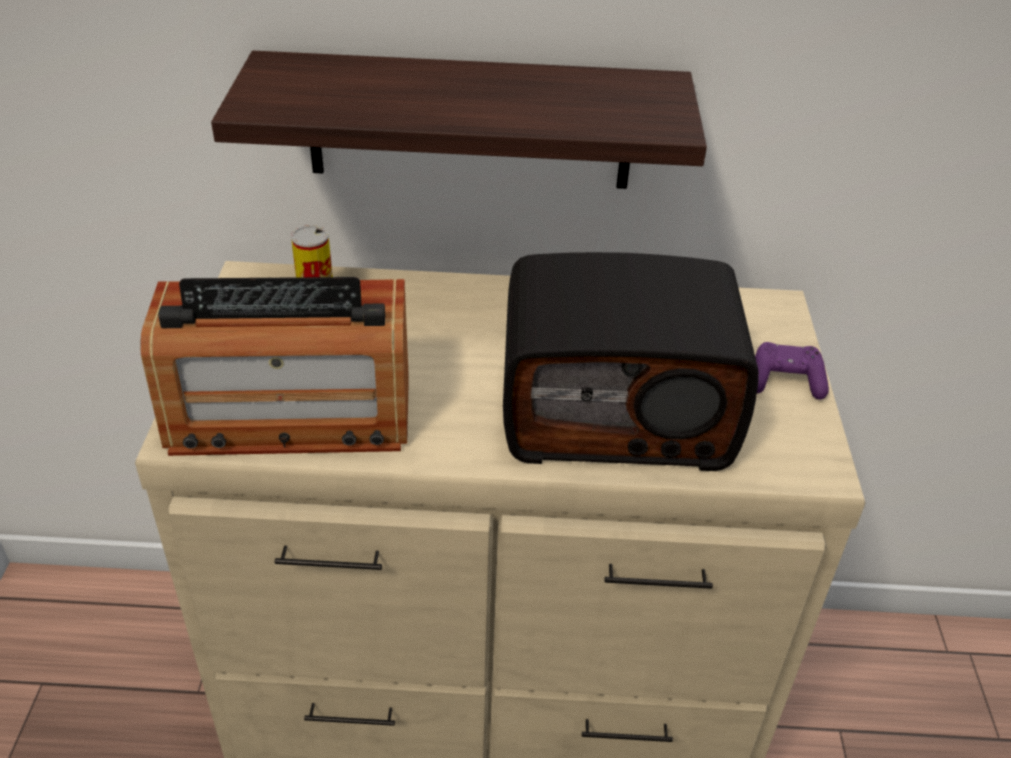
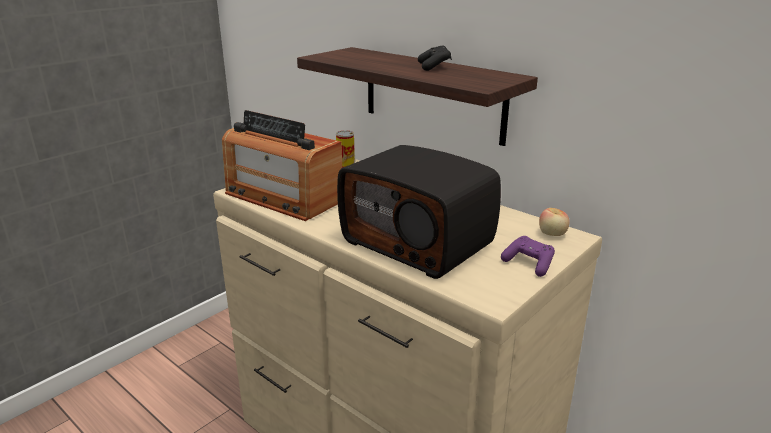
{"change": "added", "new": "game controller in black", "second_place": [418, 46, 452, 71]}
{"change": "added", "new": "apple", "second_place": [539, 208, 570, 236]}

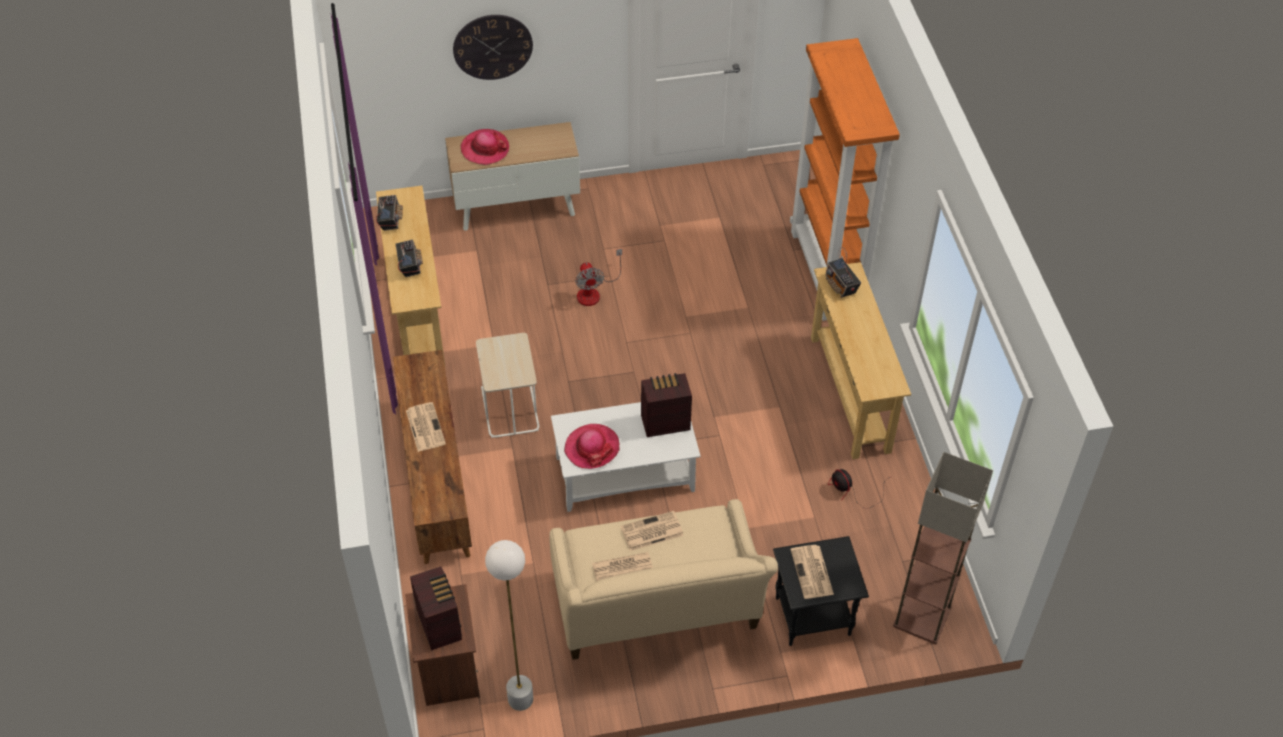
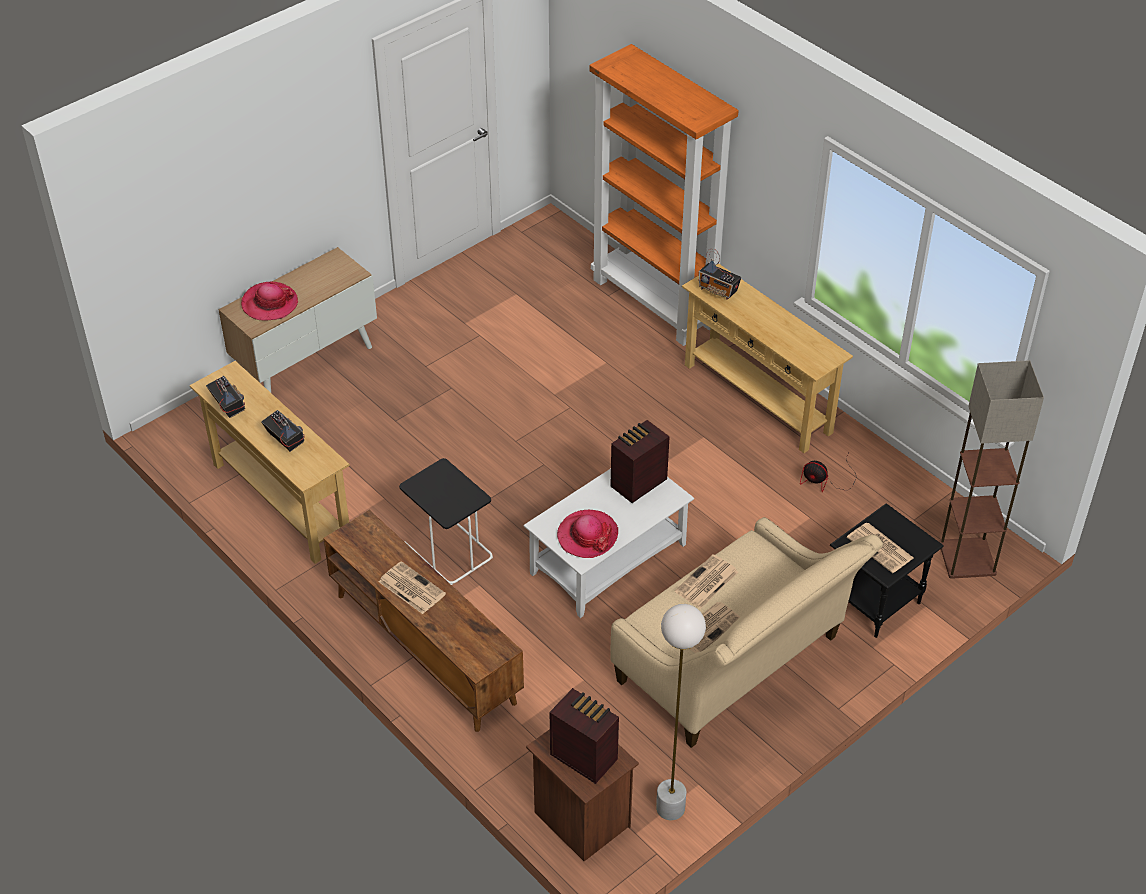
{"change": "removed", "old": "wall clock", "first_place": [453, 15, 533, 80]}
{"change": "recoloured", "old": "side table in beige", "new": "side table in black", "first_place": [476, 333, 539, 438], "second_place": [399, 458, 493, 585]}
{"change": "removed", "old": "fan", "first_place": [575, 249, 622, 306]}

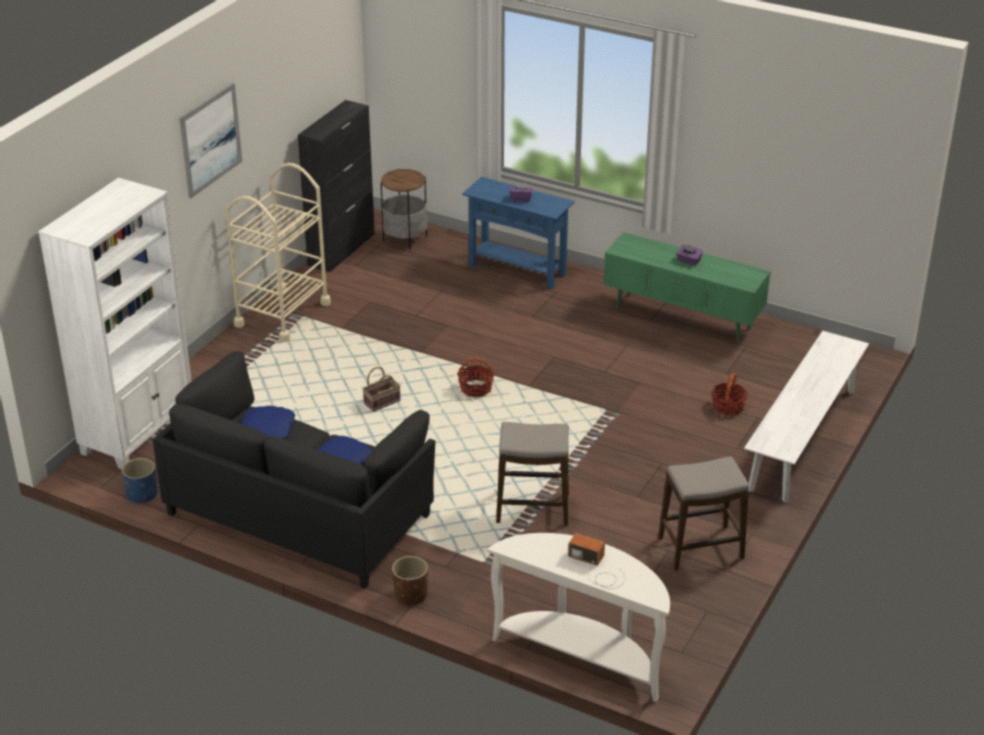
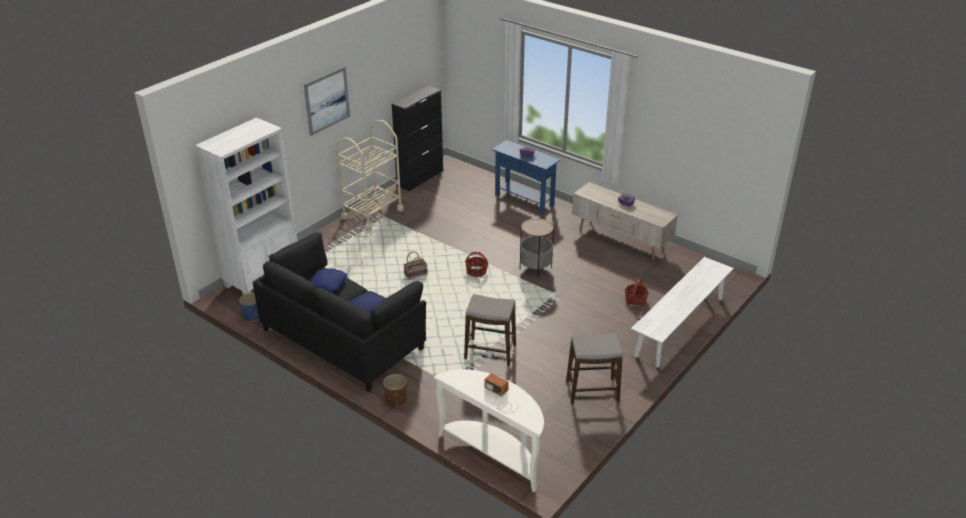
{"change": "moved", "old": "side table", "first_place": [381, 169, 427, 251], "second_place": [520, 218, 554, 278]}
{"change": "recoloured", "old": "tv stand in green", "new": "tv stand in beige", "first_place": [604, 232, 771, 344], "second_place": [572, 182, 678, 260]}

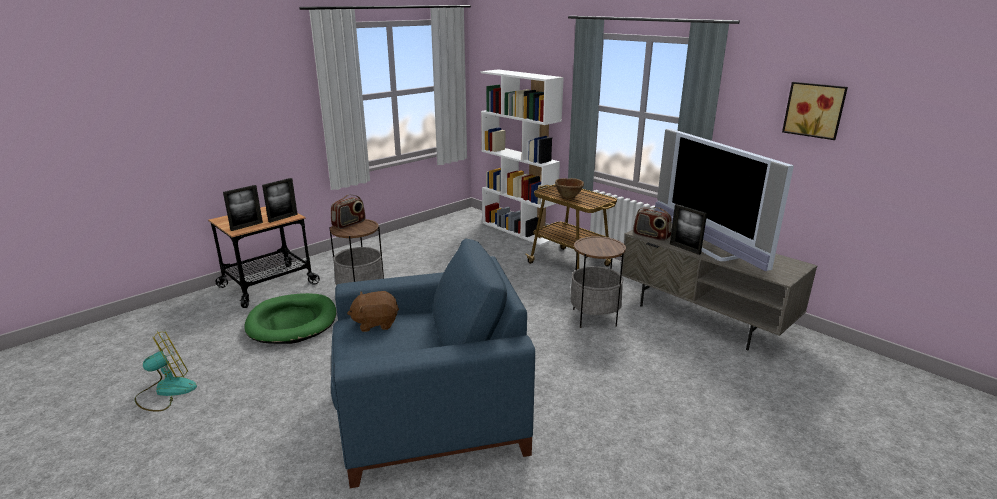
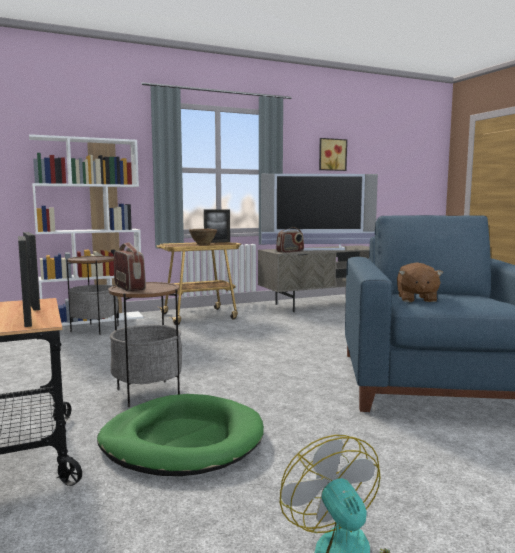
{"change": "moved", "old": "side table", "first_place": [570, 236, 626, 328], "second_place": [66, 256, 119, 335]}
{"change": "moved", "old": "picture frame", "first_place": [670, 204, 707, 255], "second_place": [204, 209, 230, 243]}

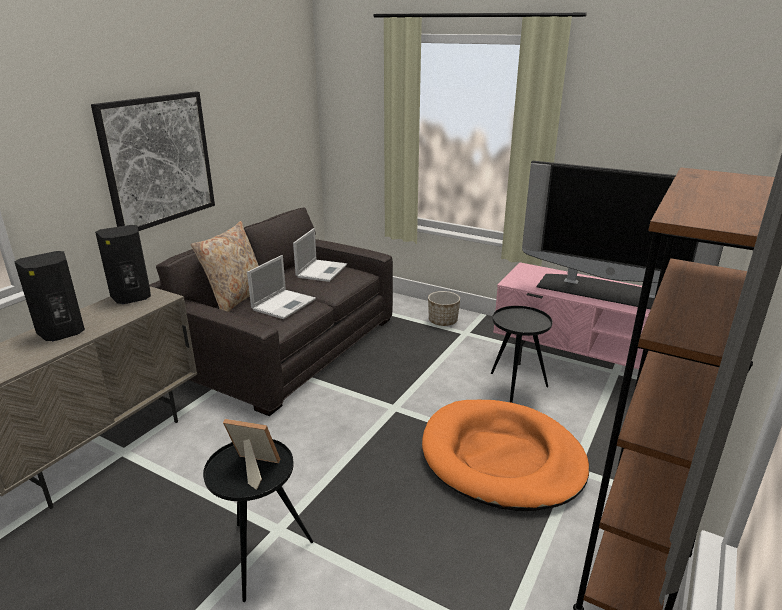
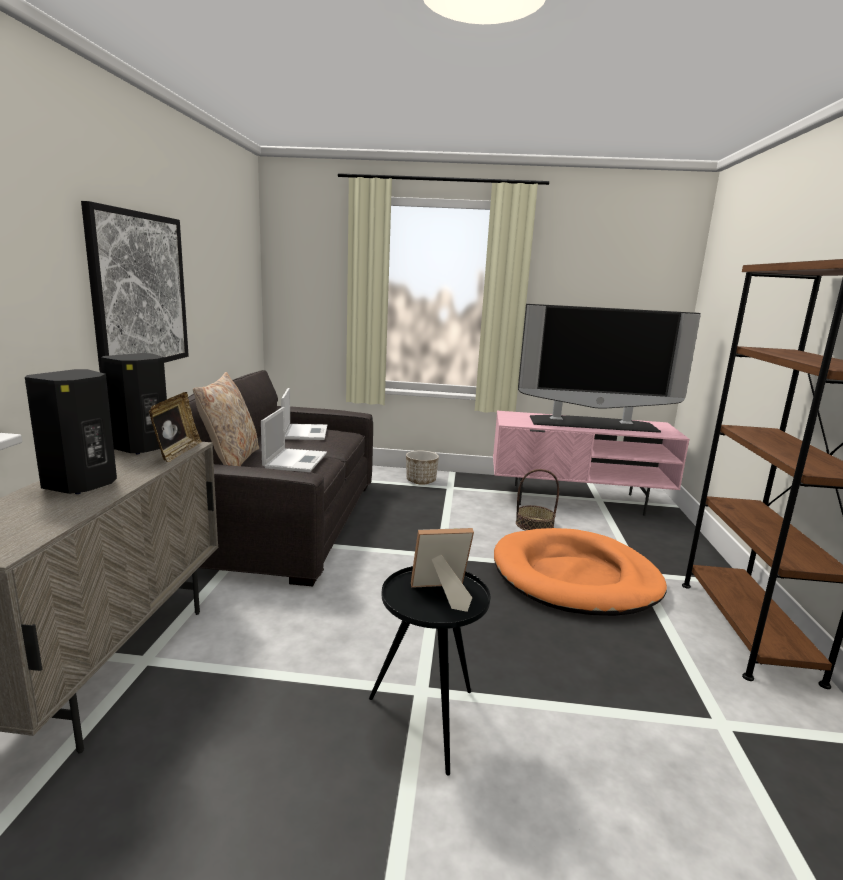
{"change": "replaced", "old": "side table in black", "new": "basket", "first_place": [491, 306, 552, 403], "second_place": [516, 469, 559, 531]}
{"change": "added", "new": "picture frame", "second_place": [149, 392, 202, 462]}

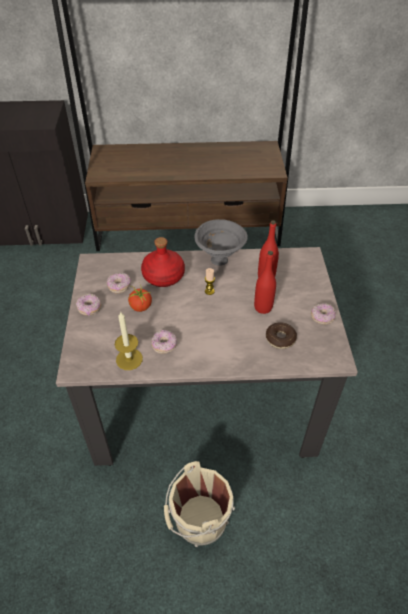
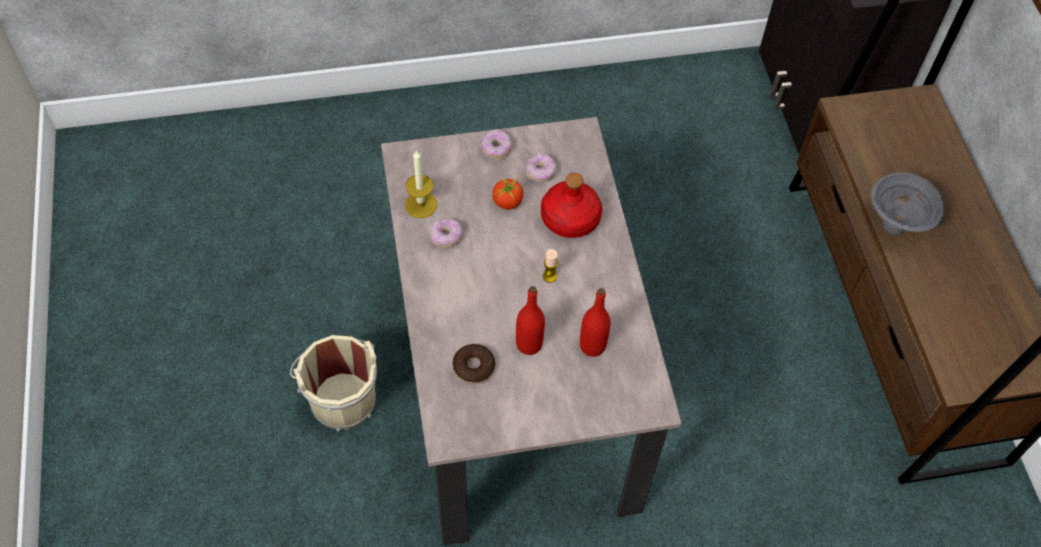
{"change": "moved", "old": "bowl in grey", "first_place": [195, 219, 248, 266], "second_place": [871, 172, 945, 235]}
{"change": "removed", "old": "donut", "first_place": [311, 303, 336, 325]}

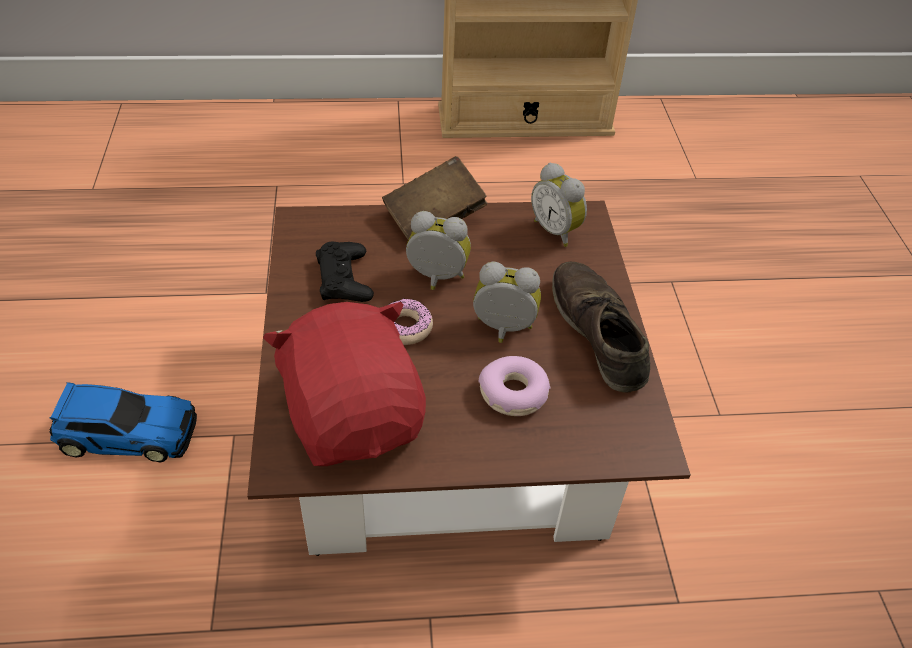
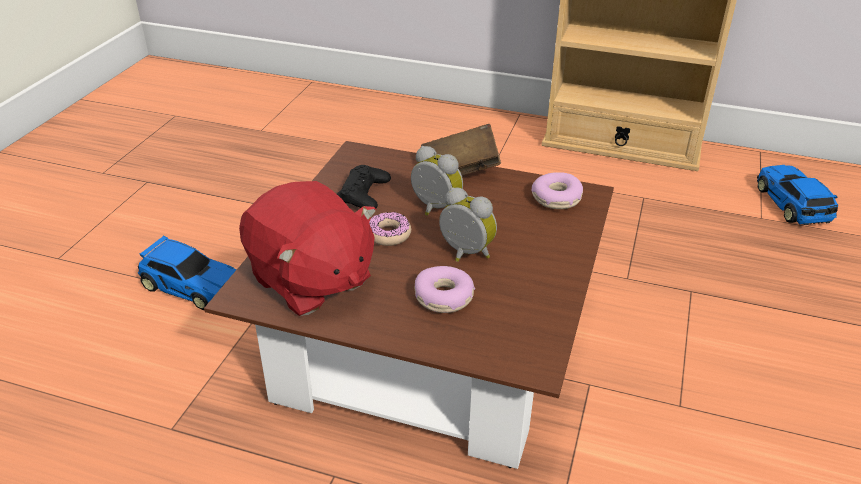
{"change": "turned", "old": "plush toy in red", "first_place": [263, 302, 426, 466], "second_place": [239, 181, 376, 316], "degrees": 135}
{"change": "replaced", "old": "alarm clock", "new": "donut", "first_place": [531, 163, 587, 247], "second_place": [531, 172, 583, 209]}
{"change": "removed", "old": "shoe in brown", "first_place": [552, 262, 650, 393]}
{"change": "added", "new": "toy car", "second_place": [757, 165, 838, 225]}

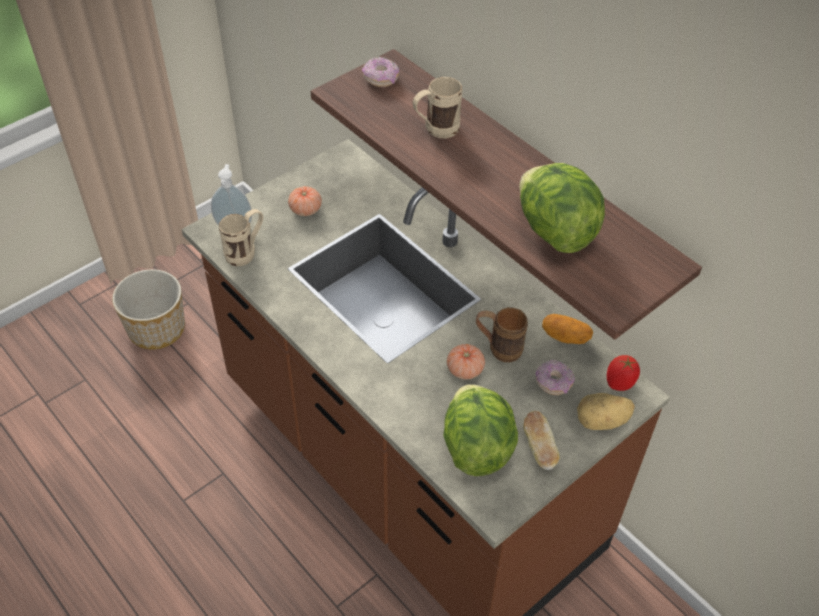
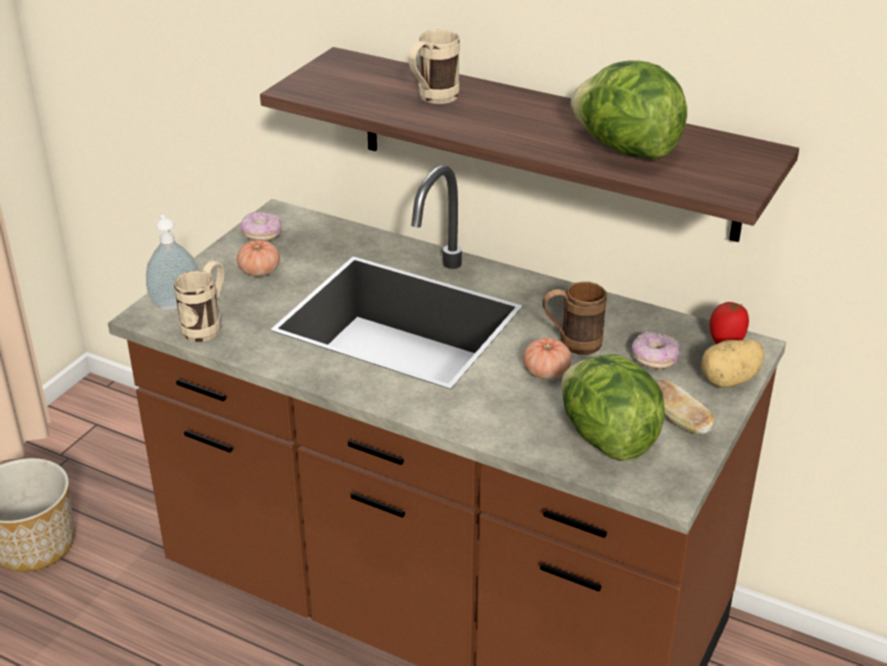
{"change": "moved", "old": "donut", "first_place": [362, 56, 399, 87], "second_place": [240, 212, 281, 241]}
{"change": "removed", "old": "potato", "first_place": [542, 314, 593, 344]}

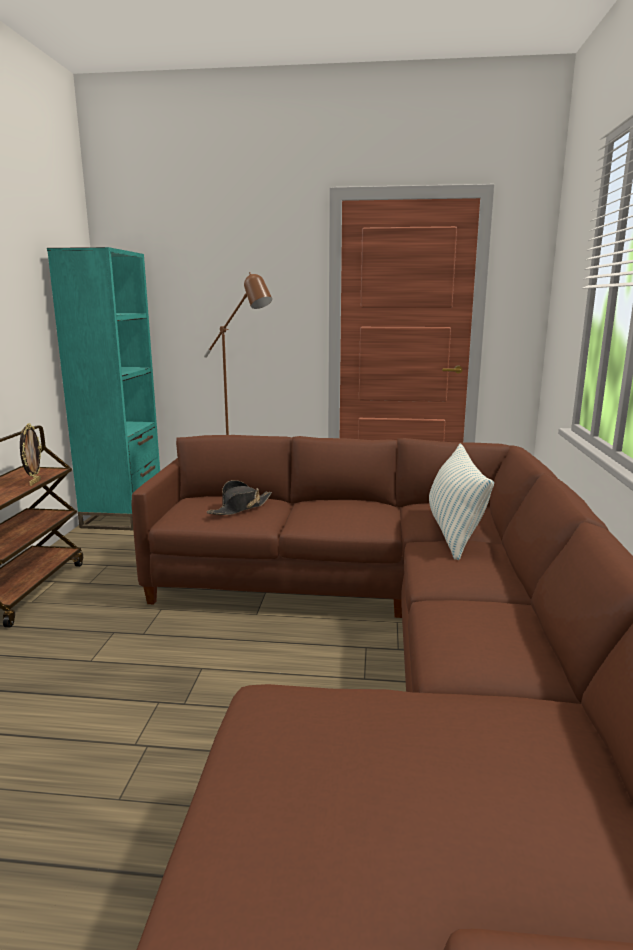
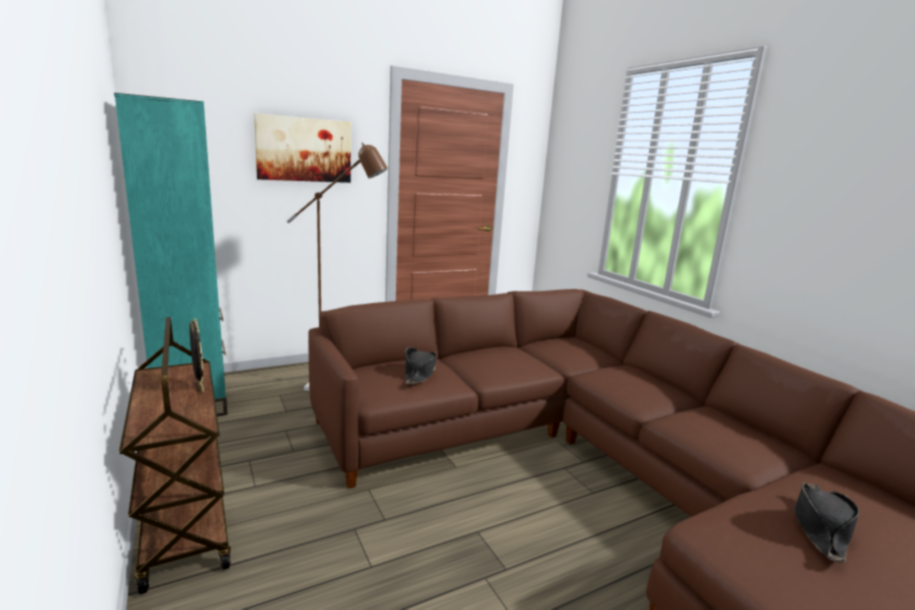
{"change": "removed", "old": "pillow", "first_place": [429, 444, 494, 560]}
{"change": "added", "new": "picture", "second_place": [254, 113, 351, 183]}
{"change": "added", "new": "hat in black", "second_place": [794, 483, 859, 562]}

